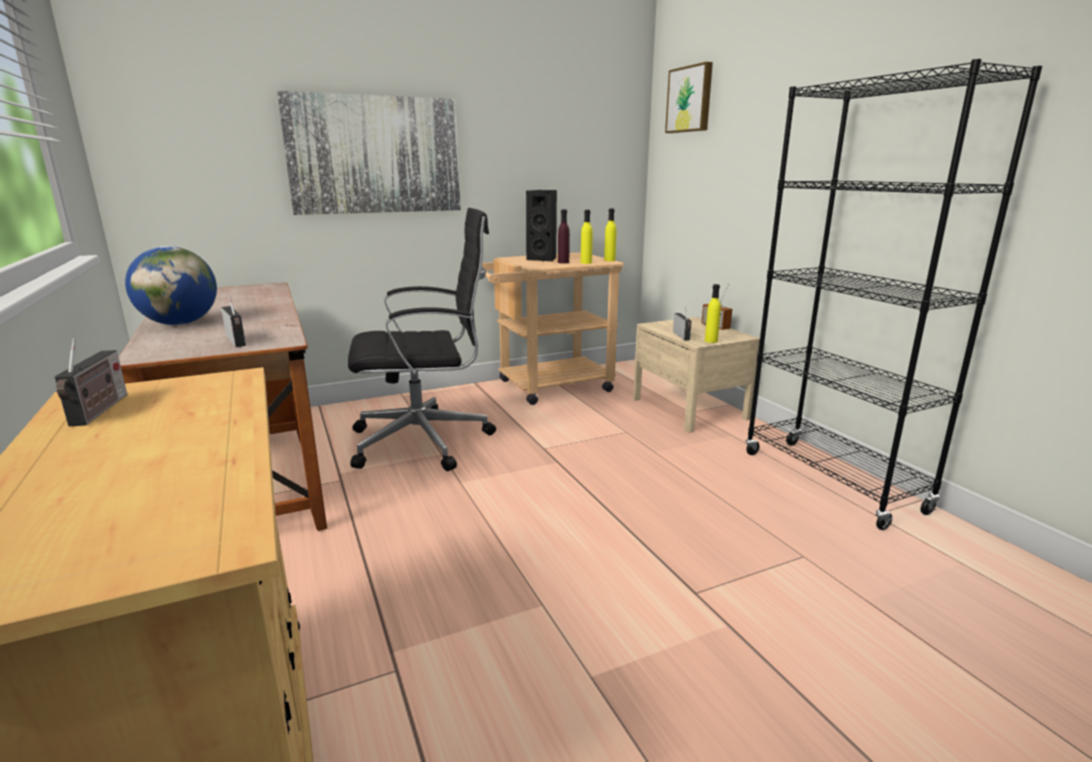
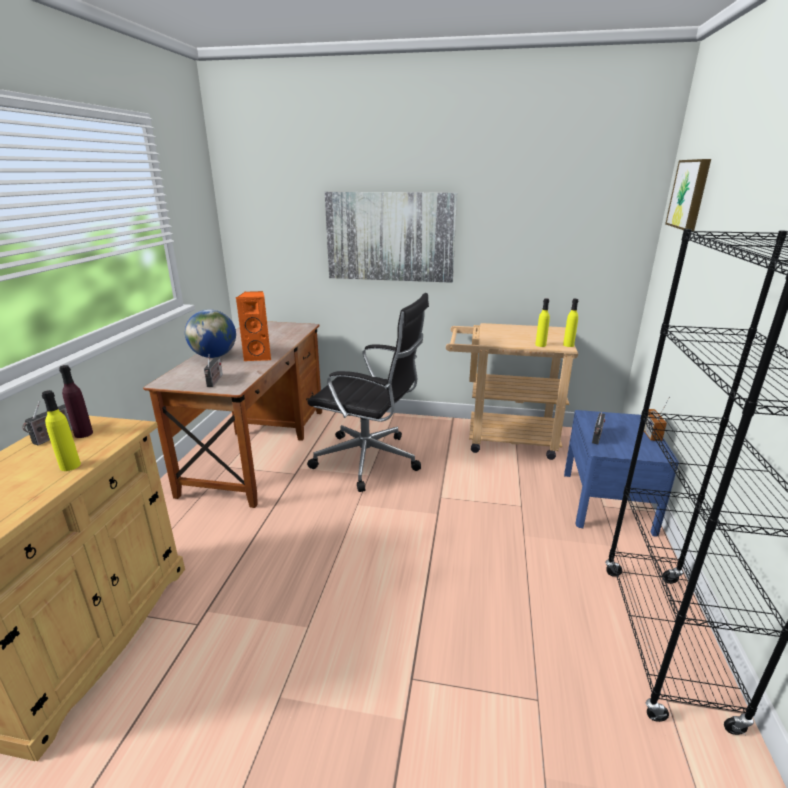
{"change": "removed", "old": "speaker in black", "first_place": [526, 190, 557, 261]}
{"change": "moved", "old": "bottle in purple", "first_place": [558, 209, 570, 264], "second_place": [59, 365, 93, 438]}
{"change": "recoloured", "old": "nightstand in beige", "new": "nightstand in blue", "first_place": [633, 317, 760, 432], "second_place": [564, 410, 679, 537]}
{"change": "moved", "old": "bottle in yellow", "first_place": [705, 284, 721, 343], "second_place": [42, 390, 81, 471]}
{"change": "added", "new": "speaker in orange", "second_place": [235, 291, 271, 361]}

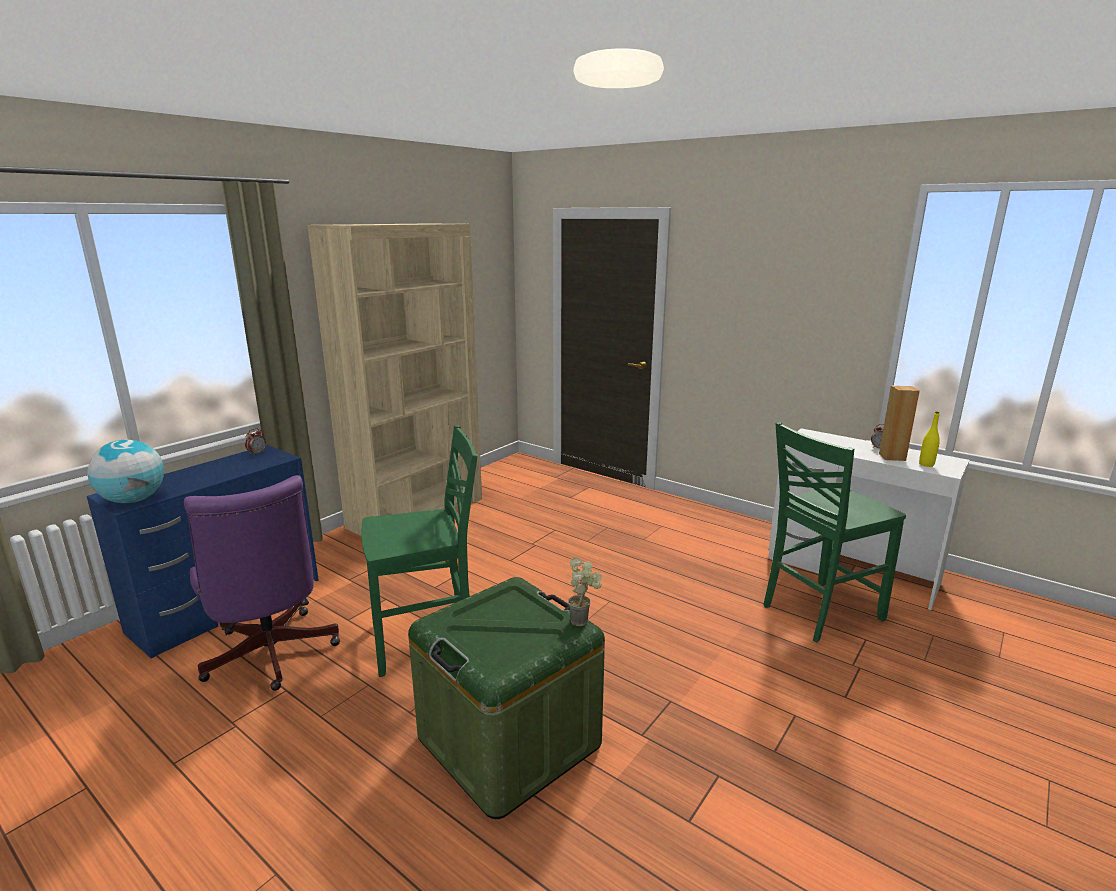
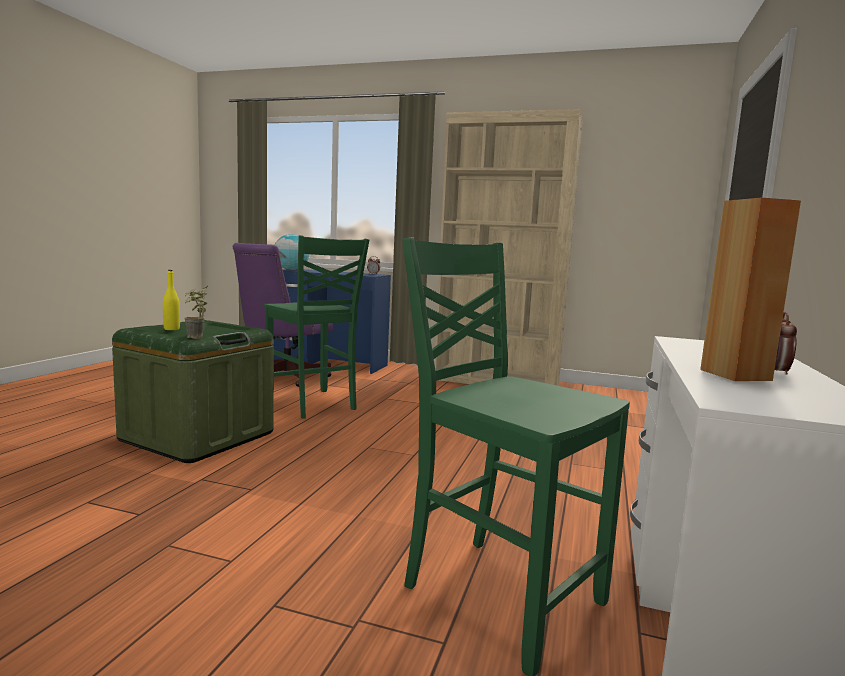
{"change": "moved", "old": "bottle in yellow", "first_place": [919, 412, 940, 467], "second_place": [163, 270, 180, 330]}

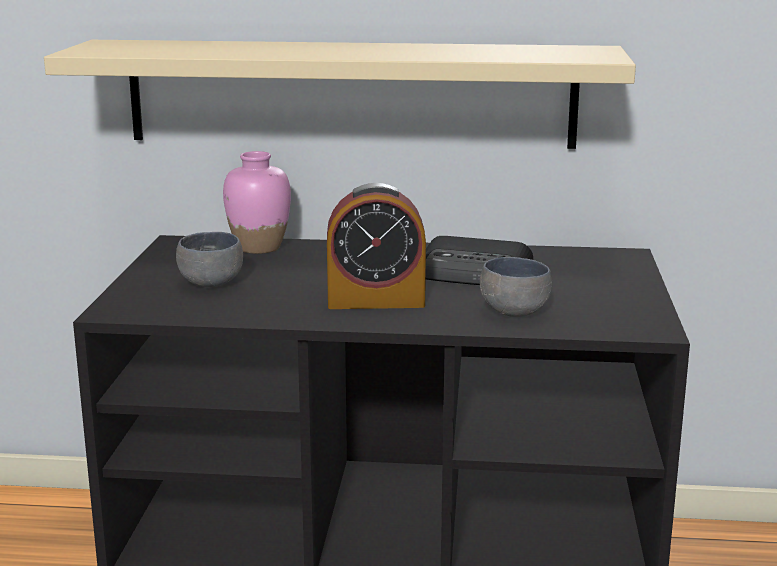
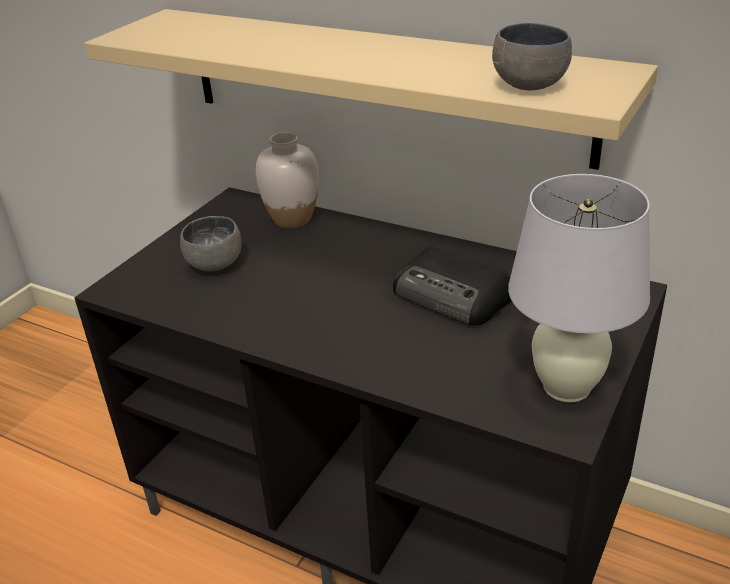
{"change": "recoloured", "old": "vase in pink", "new": "vase in white", "first_place": [223, 151, 291, 254], "second_place": [256, 132, 319, 228]}
{"change": "removed", "old": "alarm clock", "first_place": [327, 183, 426, 309]}
{"change": "moved", "old": "bowl in grey", "first_place": [480, 257, 552, 317], "second_place": [492, 23, 572, 90]}
{"change": "added", "new": "table lamp in white", "second_place": [508, 174, 650, 402]}

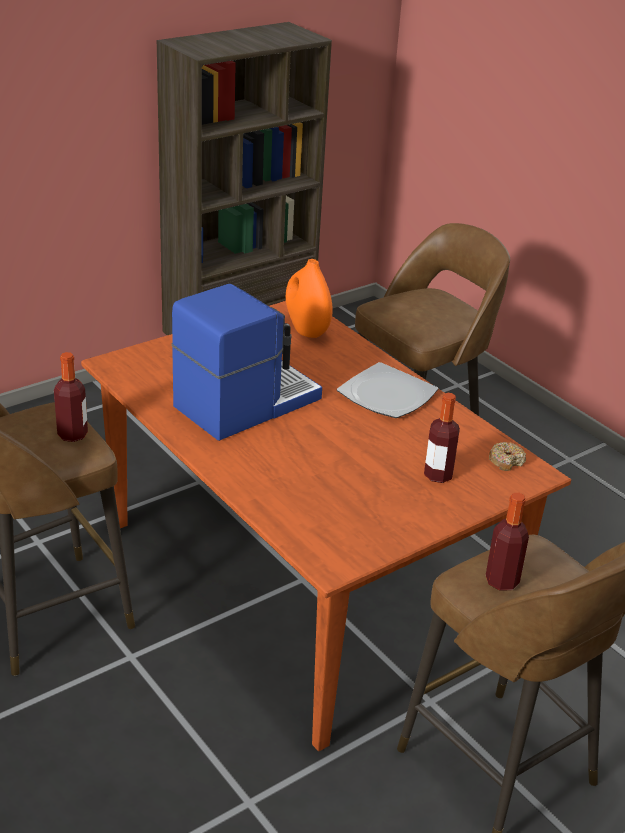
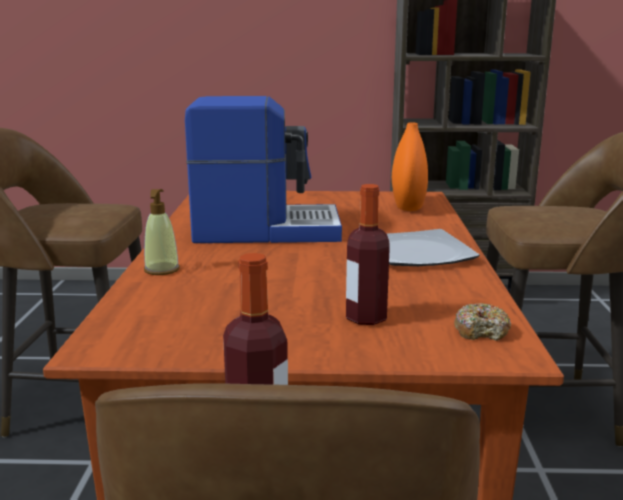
{"change": "removed", "old": "bottle", "first_place": [54, 352, 88, 442]}
{"change": "added", "new": "soap dispenser", "second_place": [144, 189, 180, 275]}

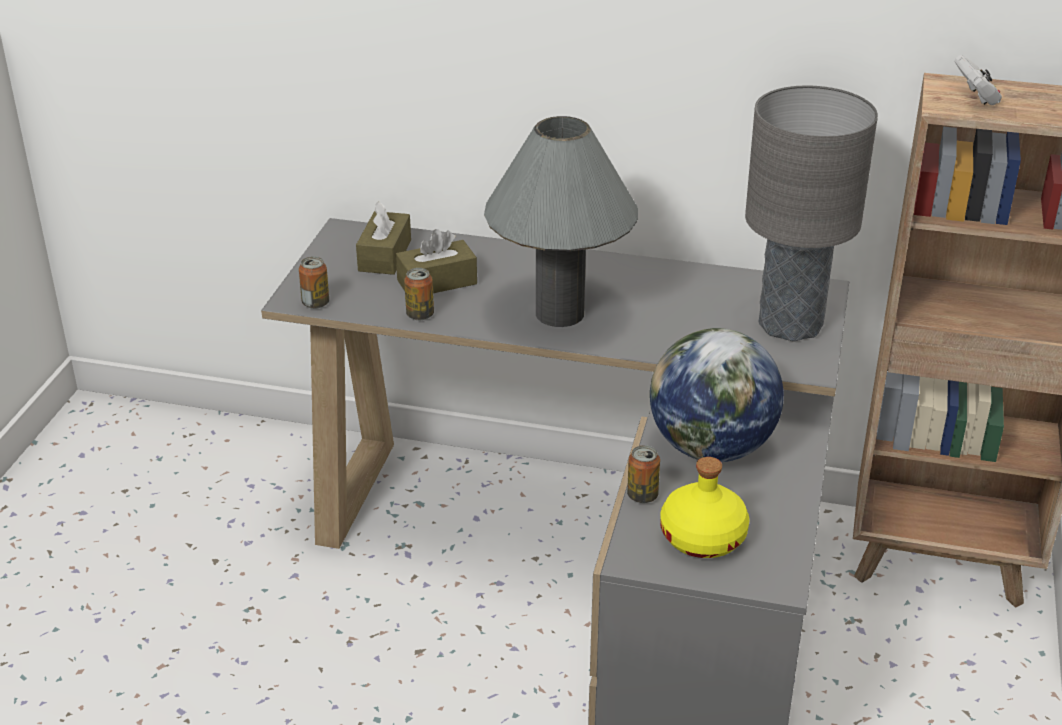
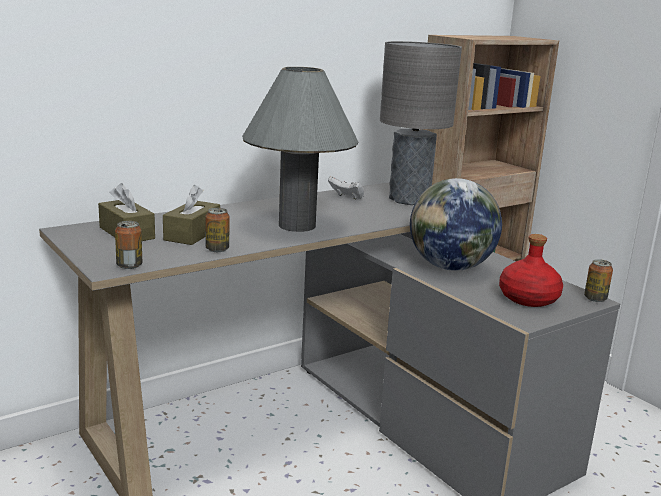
{"change": "moved", "old": "can", "first_place": [627, 445, 660, 503], "second_place": [584, 259, 613, 302]}
{"change": "recoloured", "old": "bottle in yellow", "new": "bottle in red", "first_place": [660, 457, 749, 558], "second_place": [499, 234, 563, 307]}
{"change": "moved", "old": "game controller in white", "first_place": [954, 55, 1002, 105], "second_place": [328, 176, 364, 200]}

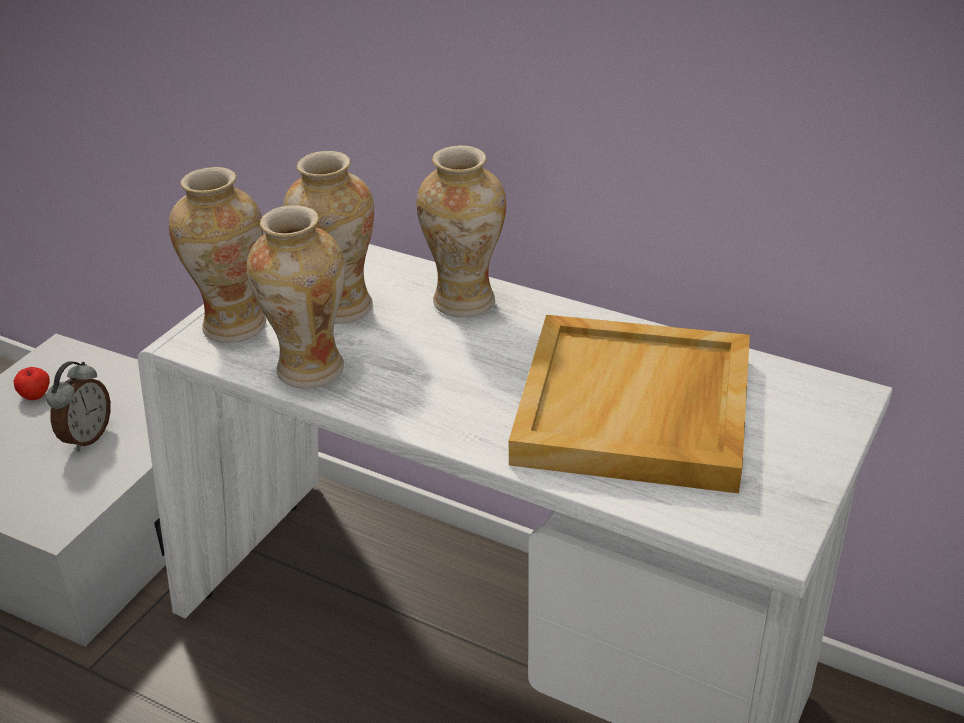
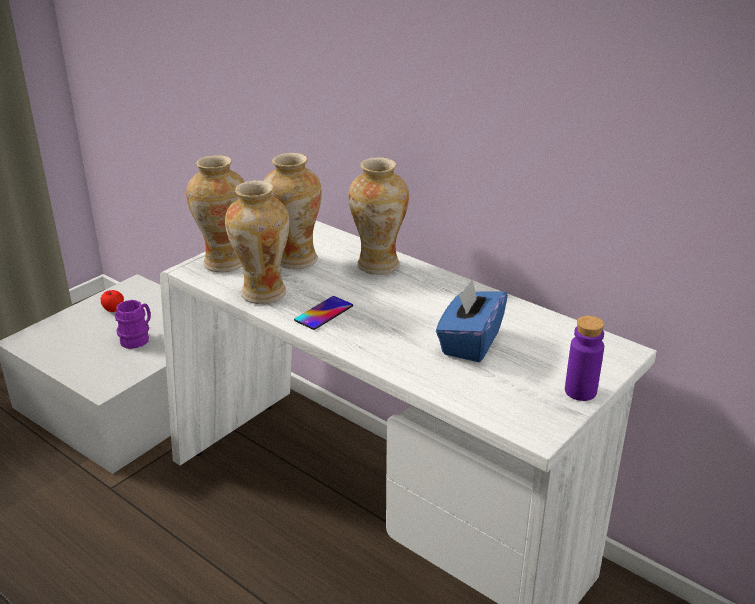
{"change": "replaced", "old": "alarm clock", "new": "mug in purple", "first_place": [46, 361, 111, 452], "second_place": [115, 300, 151, 349]}
{"change": "replaced", "old": "tray in beige", "new": "tissue box in blue", "first_place": [509, 315, 750, 493], "second_place": [436, 279, 508, 362]}
{"change": "added", "new": "phone", "second_place": [294, 296, 353, 330]}
{"change": "added", "new": "bottle in purple", "second_place": [565, 316, 605, 401]}

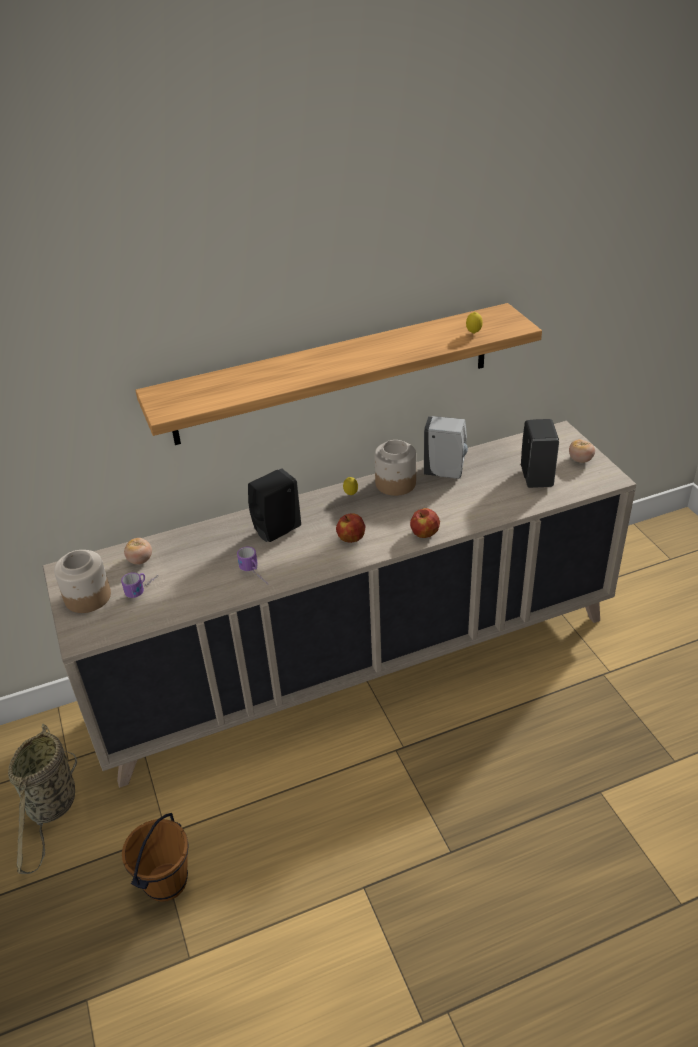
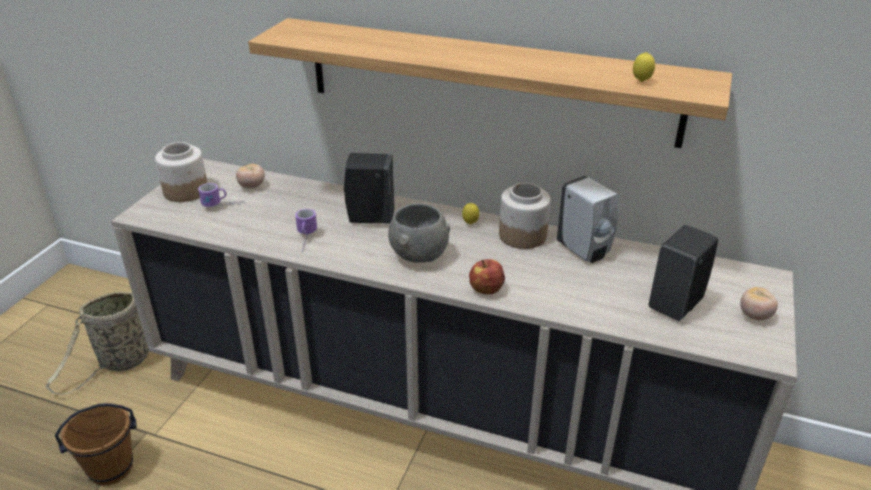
{"change": "replaced", "old": "apple", "new": "bowl in grey", "first_place": [336, 513, 366, 543], "second_place": [388, 203, 450, 263]}

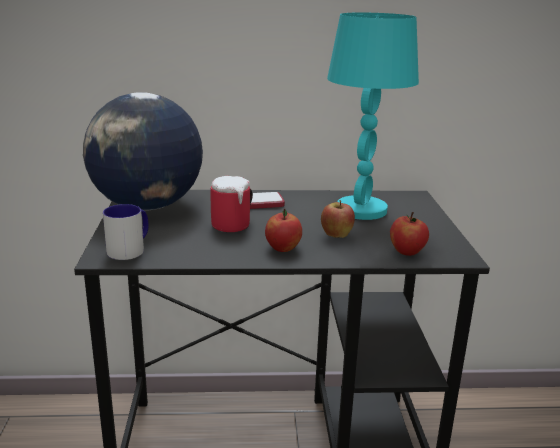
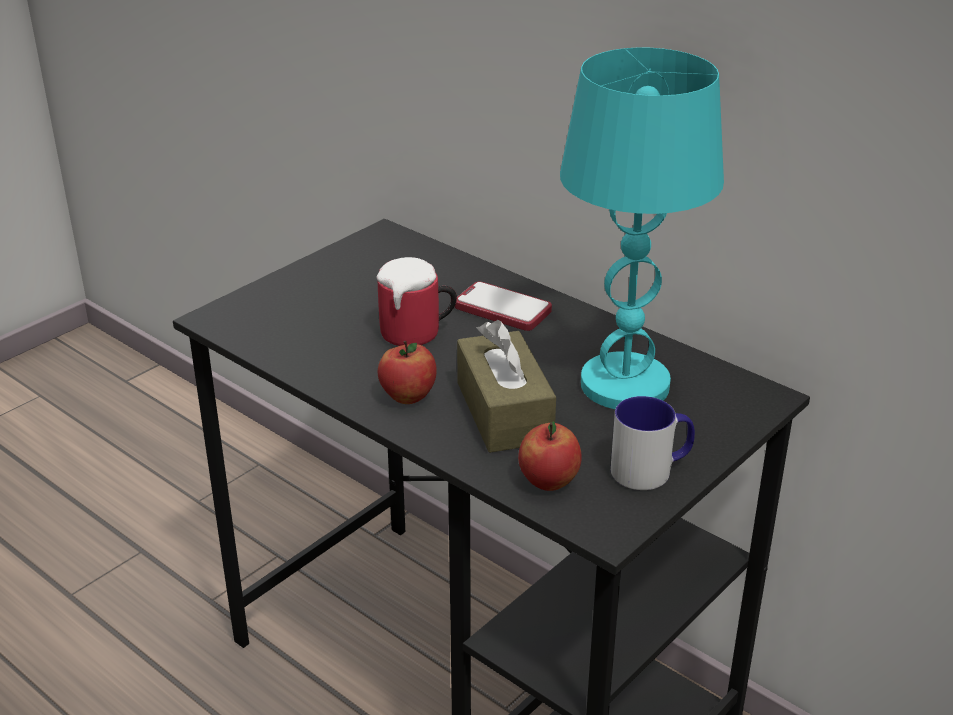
{"change": "removed", "old": "globe", "first_place": [83, 92, 203, 211]}
{"change": "moved", "old": "mug", "first_place": [103, 204, 149, 260], "second_place": [611, 396, 695, 490]}
{"change": "replaced", "old": "apple", "new": "tissue box in brown", "first_place": [321, 200, 355, 238], "second_place": [457, 320, 556, 453]}

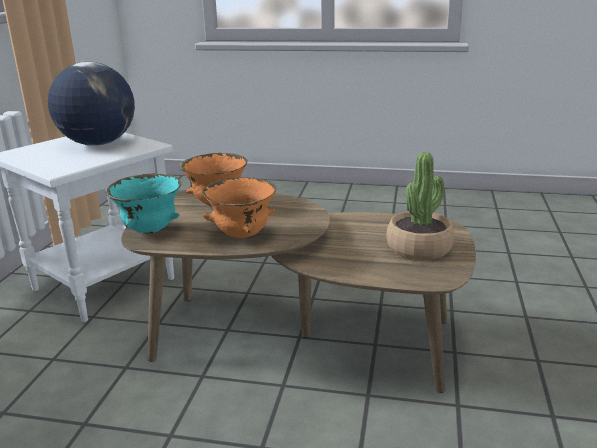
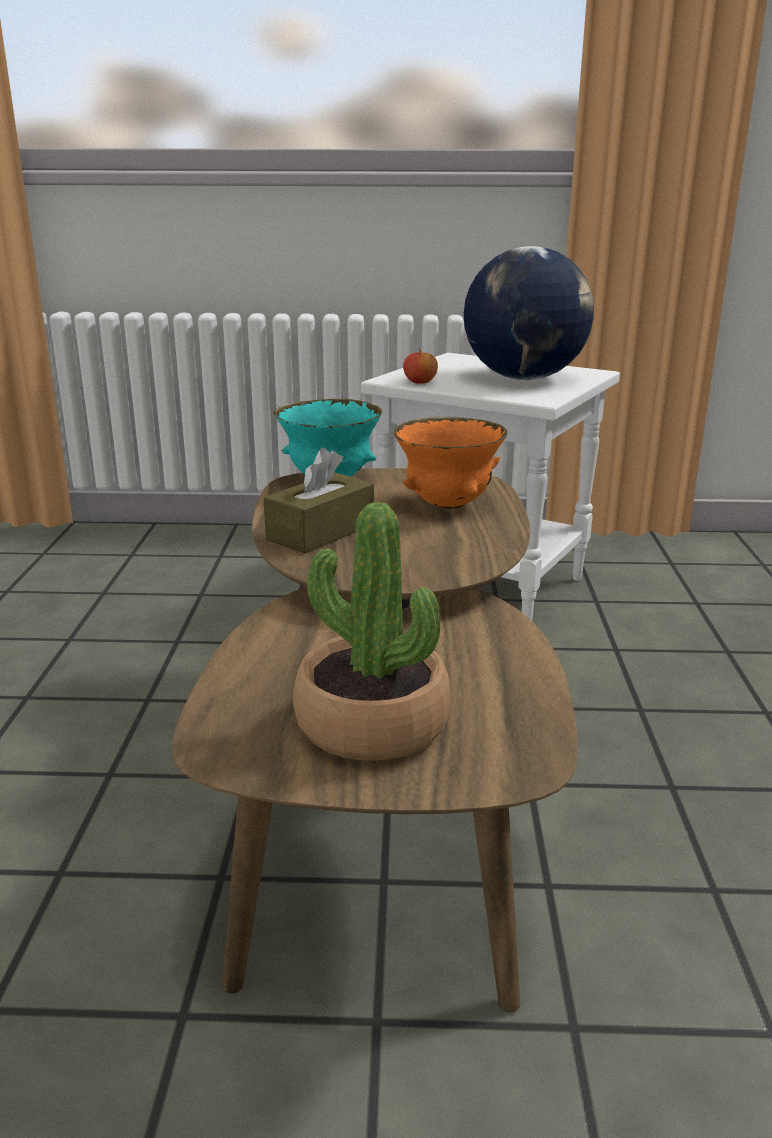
{"change": "replaced", "old": "bowl in orange", "new": "tissue box in brown", "first_place": [202, 177, 276, 238], "second_place": [264, 448, 374, 553]}
{"change": "added", "new": "apple", "second_place": [403, 348, 438, 384]}

